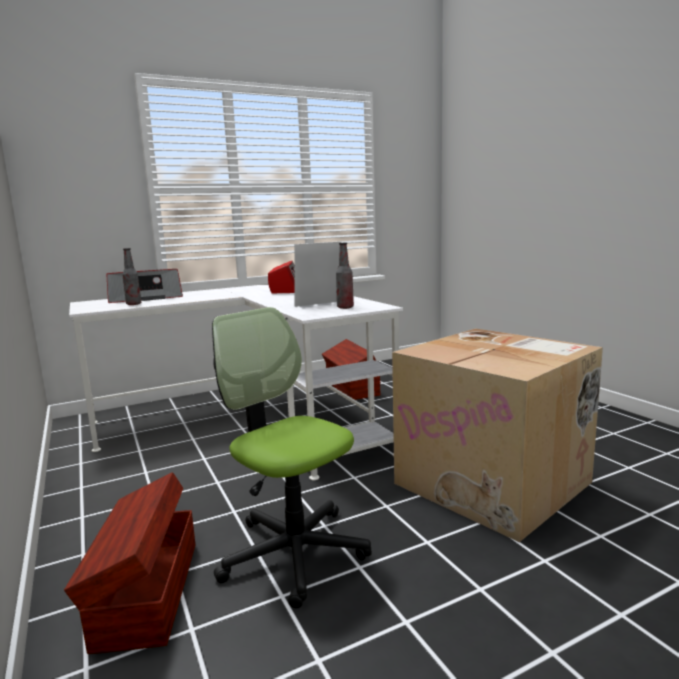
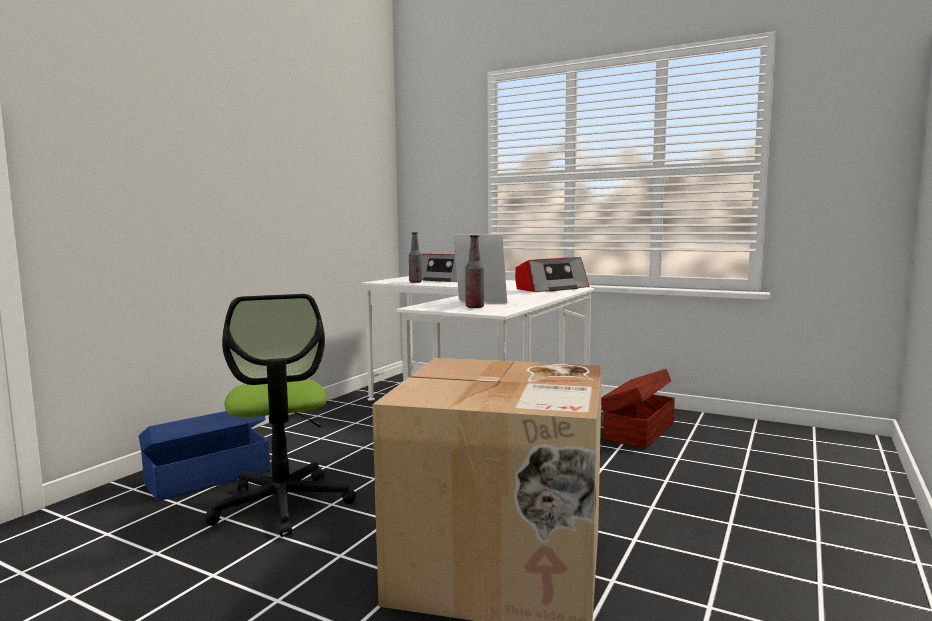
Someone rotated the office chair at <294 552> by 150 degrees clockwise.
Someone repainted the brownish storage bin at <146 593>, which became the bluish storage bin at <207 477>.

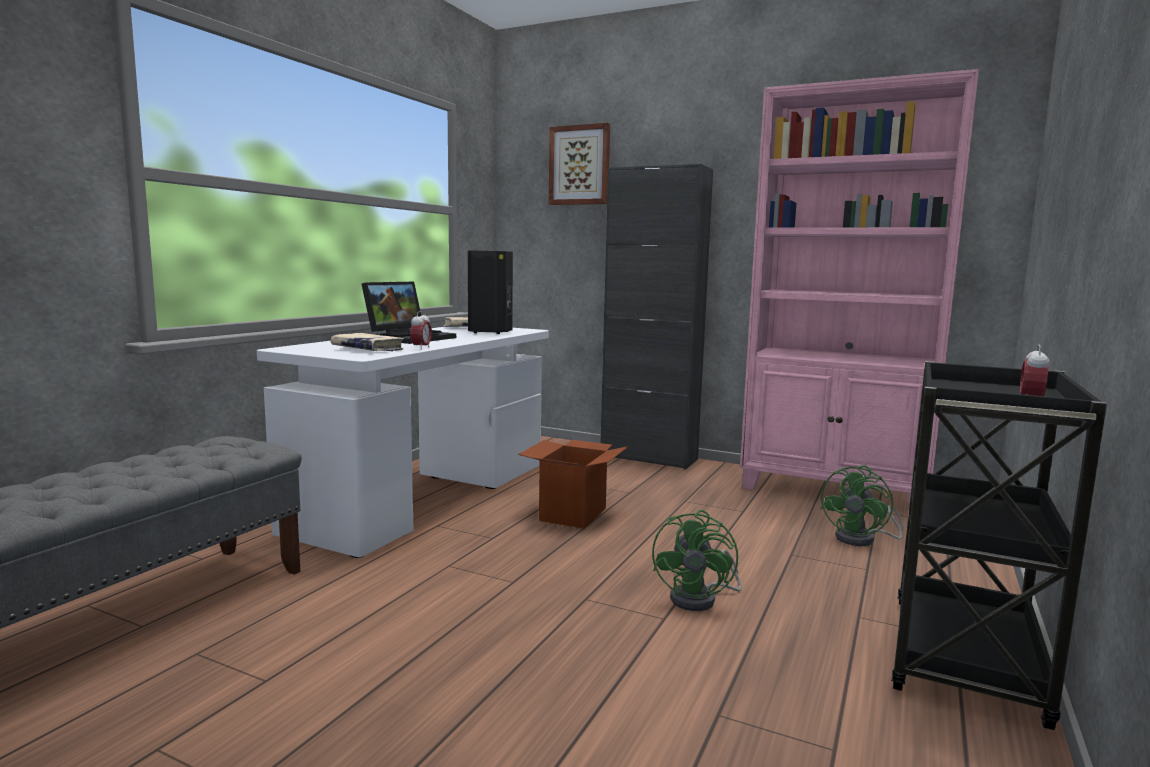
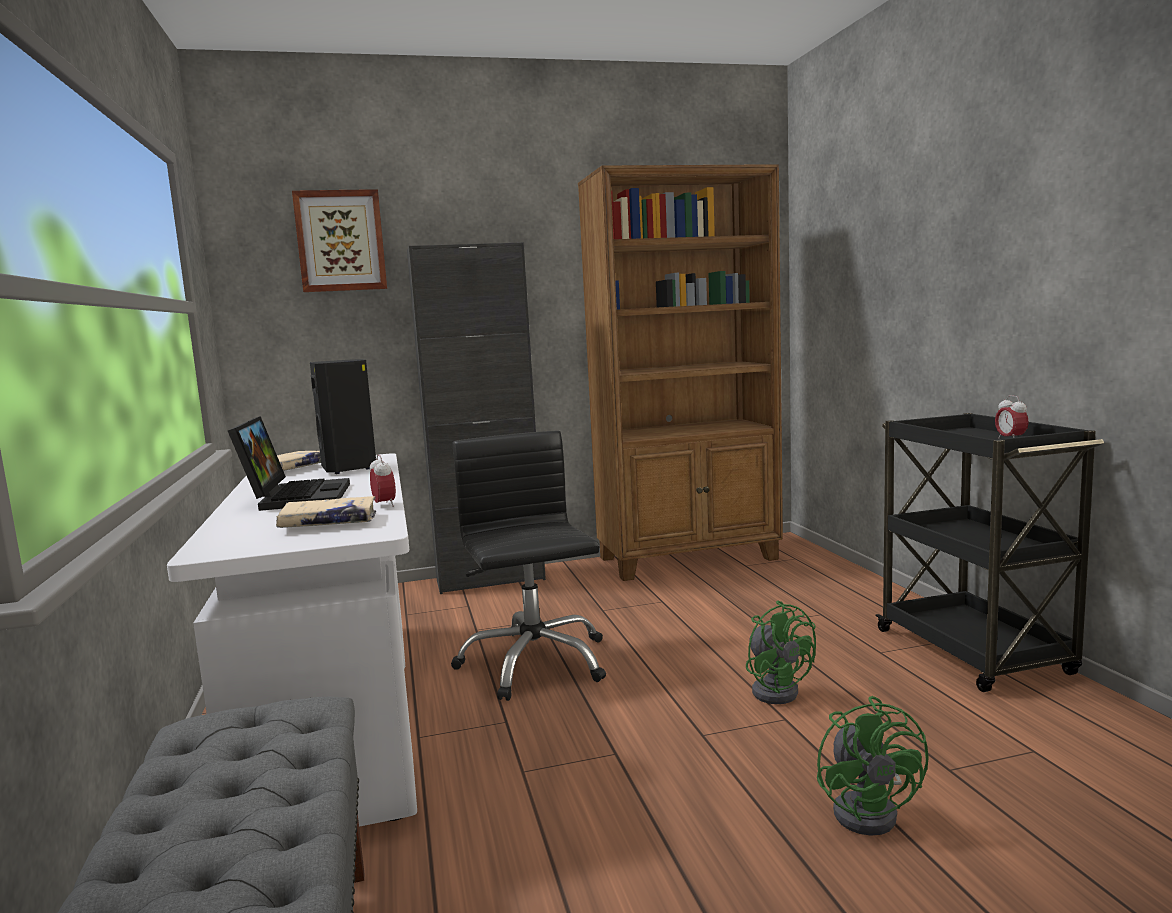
Someone repainted the pink-coloured bookcase at <834 491>, which became the brownish bookcase at <689 559>.
Someone swapped the carton at <573 514> for the blackish office chair at <534 663>.
Someone carried the green fan from <862 539> to <870 810>.

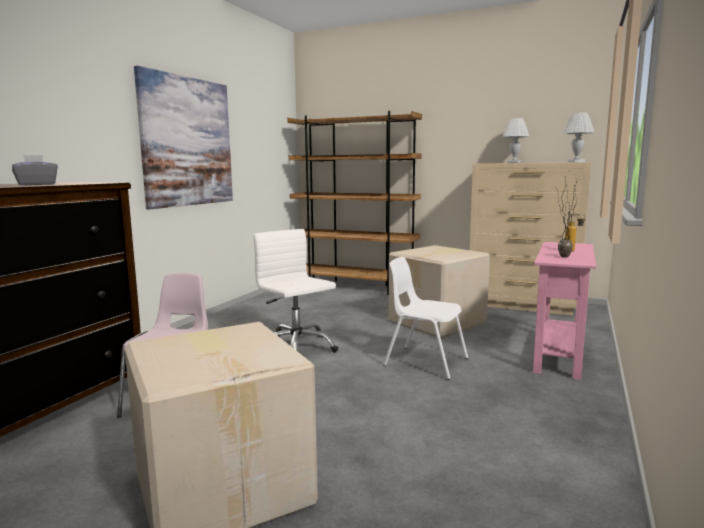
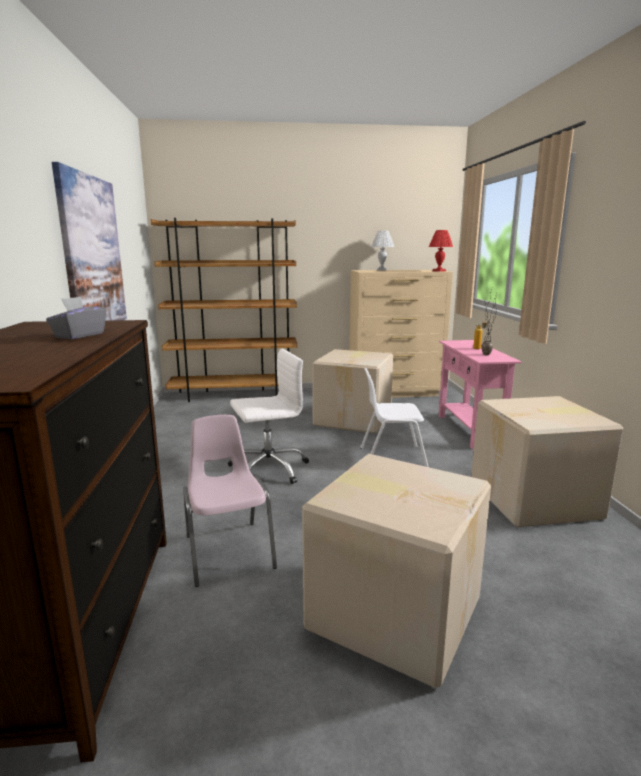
Someone repainted the white lamp for a table at <576 162>, which became the red-coloured lamp for a table at <439 271>.
Someone rotated the white office chair at <296 348> by 135 degrees clockwise.
Someone put down the carton at <536 500>.

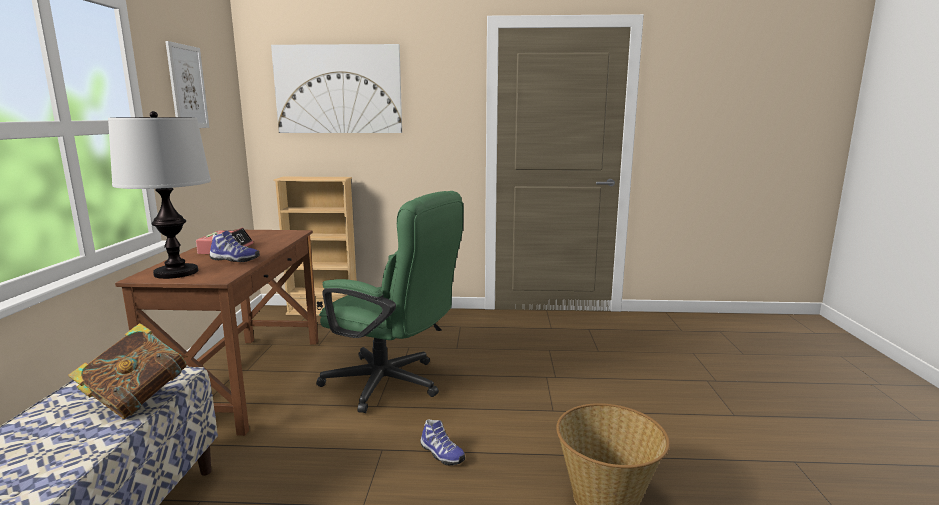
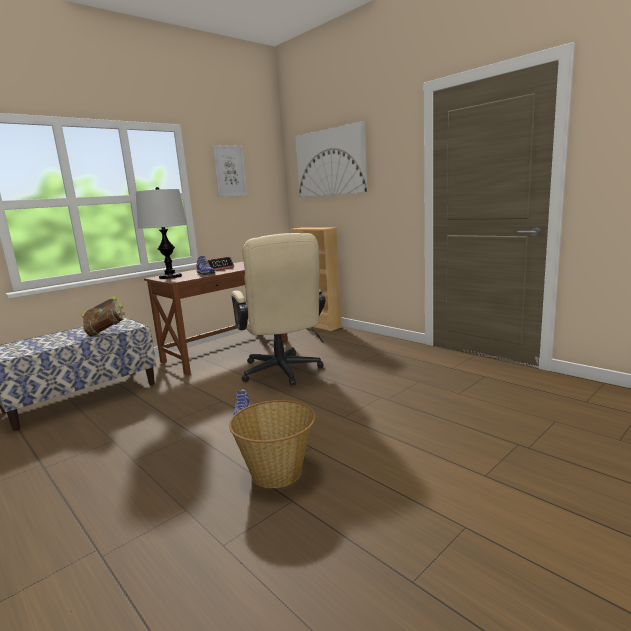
Someone repainted the green office chair at <392 385>, which became the beige office chair at <282 373>.

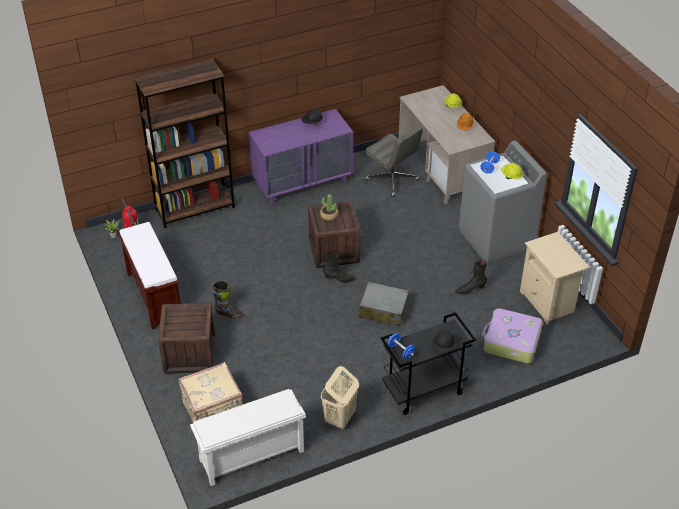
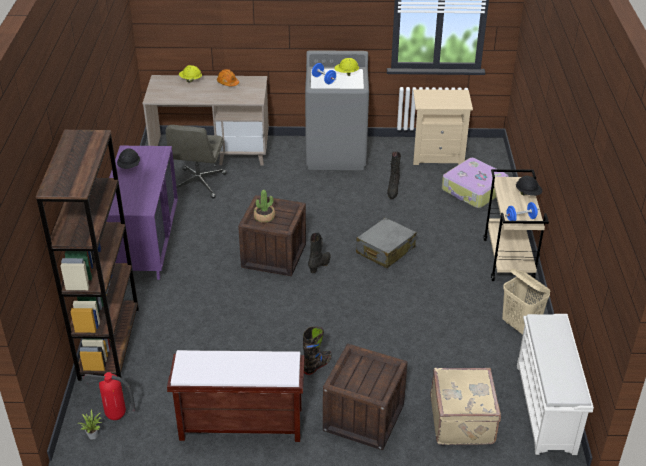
Someone rotated the greyish office chair at <392 180> by 120 degrees clockwise.
Someone repainted the blackish cart at <423 391>, which became the beige cart at <509 260>.

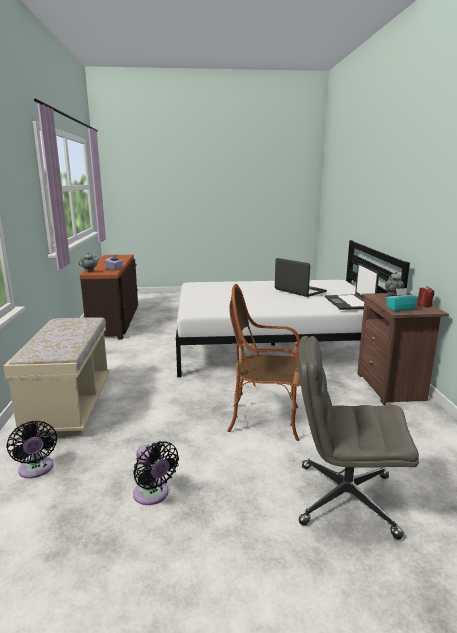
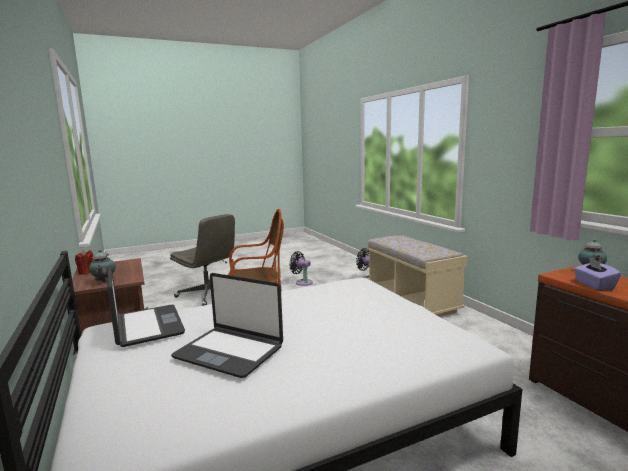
Someone took away the turquoise tissue holder at <400 309>.
Someone rotated the greyish office chair at <344 499> by 45 degrees clockwise.

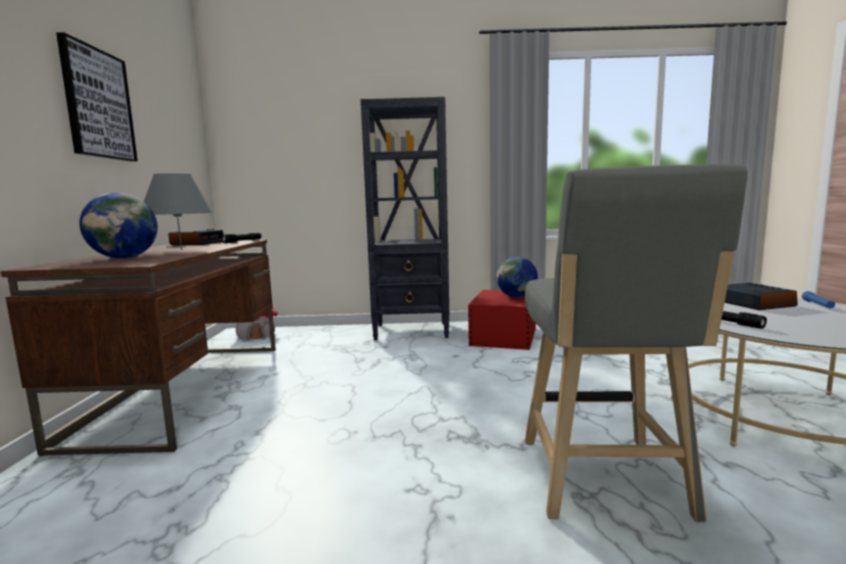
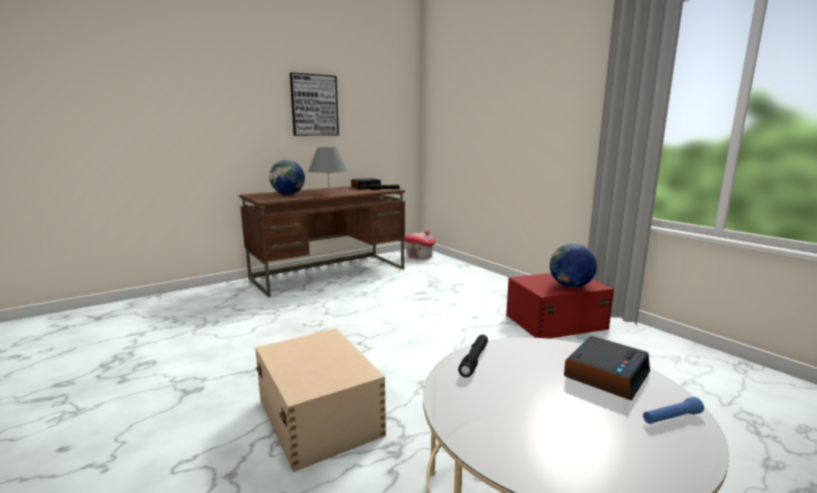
Someone took away the blackish bookcase at <412 331>.
Someone swapped the greyish stool at <604 483> for the beige storage bin at <319 416>.

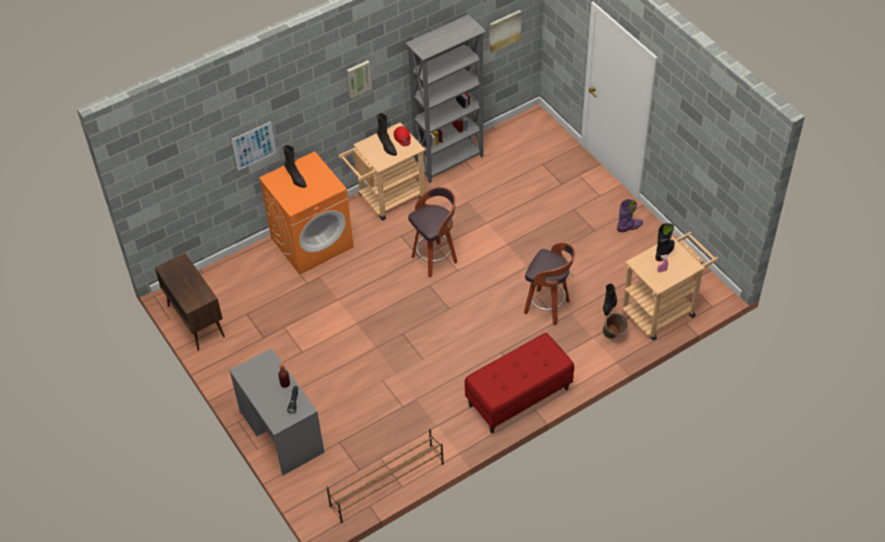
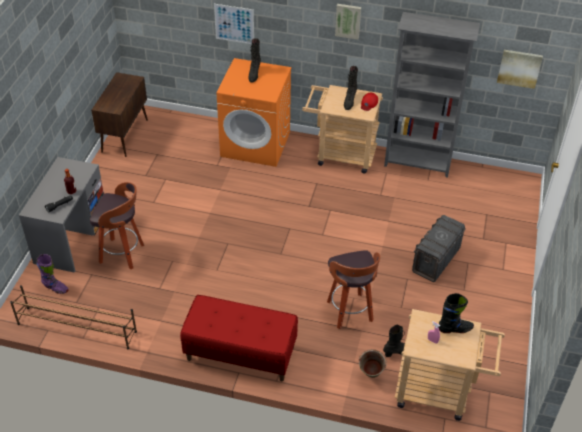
Someone carried the stool from <435 259> to <123 254>.
Someone carried the purplish tall boot from <629 227> to <55 288>.
Someone put down the greyish storage bin at <435 260>.

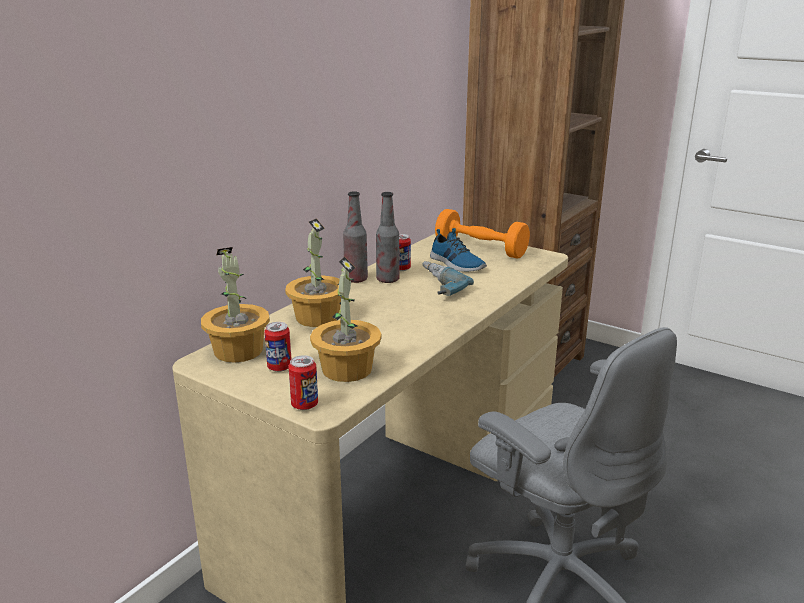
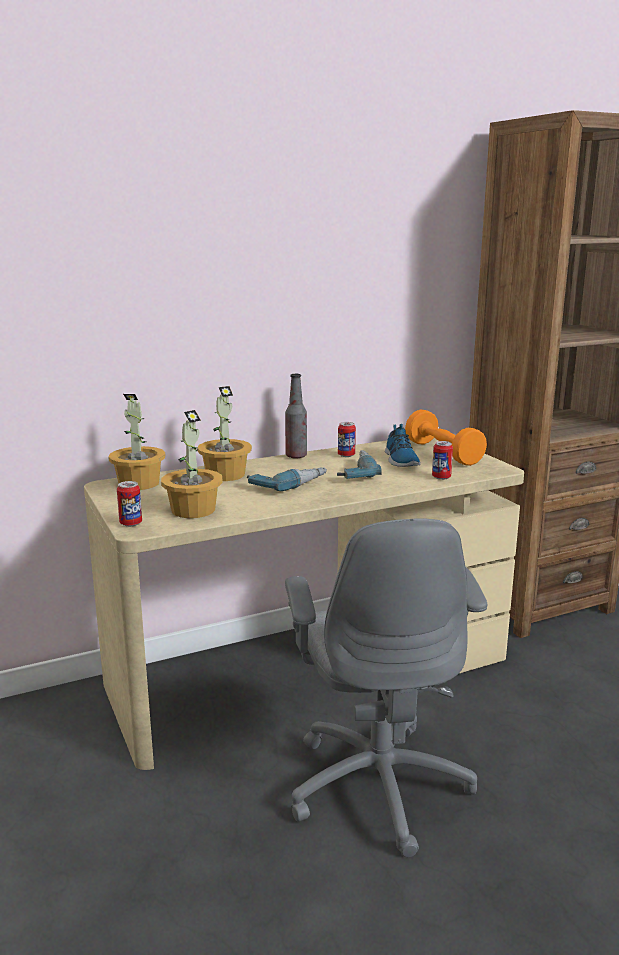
Someone took away the drink bottle at <387 280>.
Someone carried the metal can from <279 367> to <441 477>.
Someone put down the power drill at <287 484>.

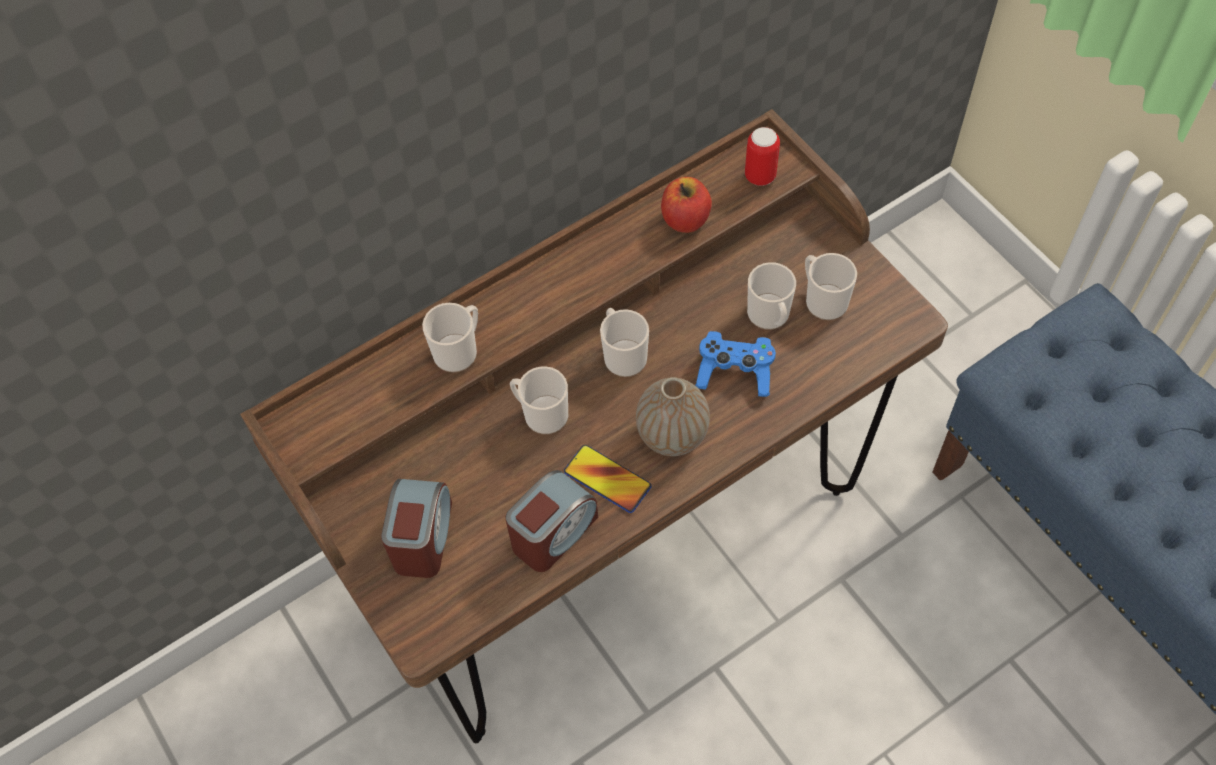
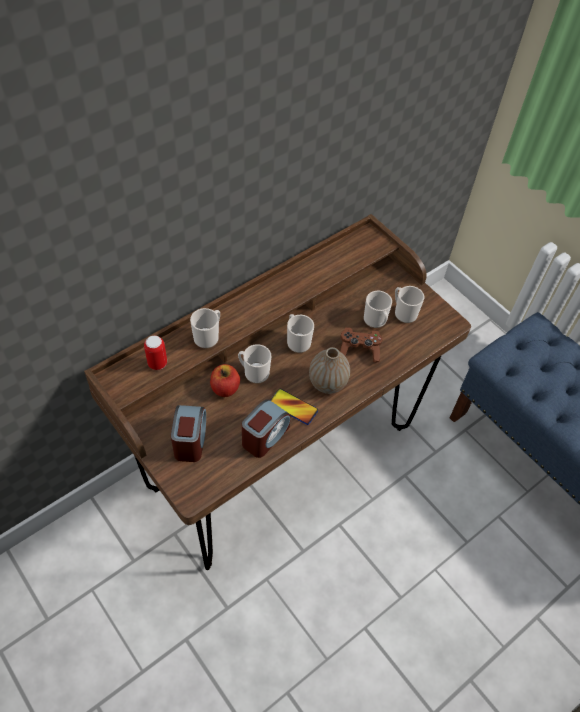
Someone carried the metal can from <760 176> to <157 363>.
Someone carried the apple from <685 219> to <225 388>.
Someone repainted the bluish joypad at <735 372>, which became the brownish joypad at <359 350>.

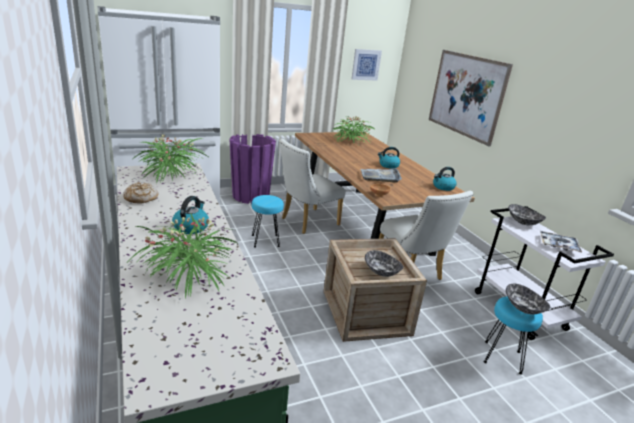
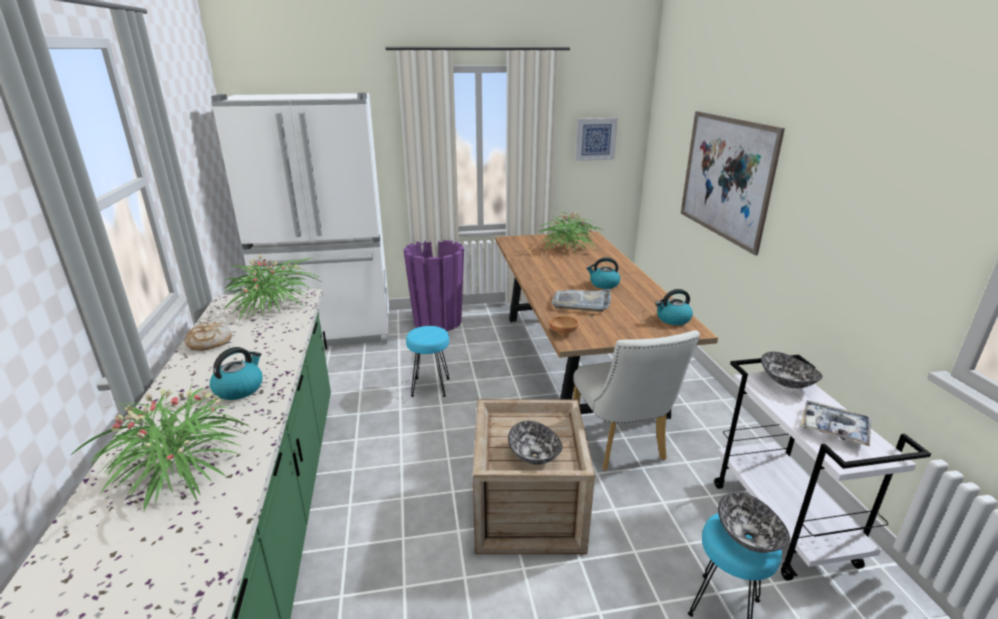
Someone took away the white plain chair at <306 222>.

